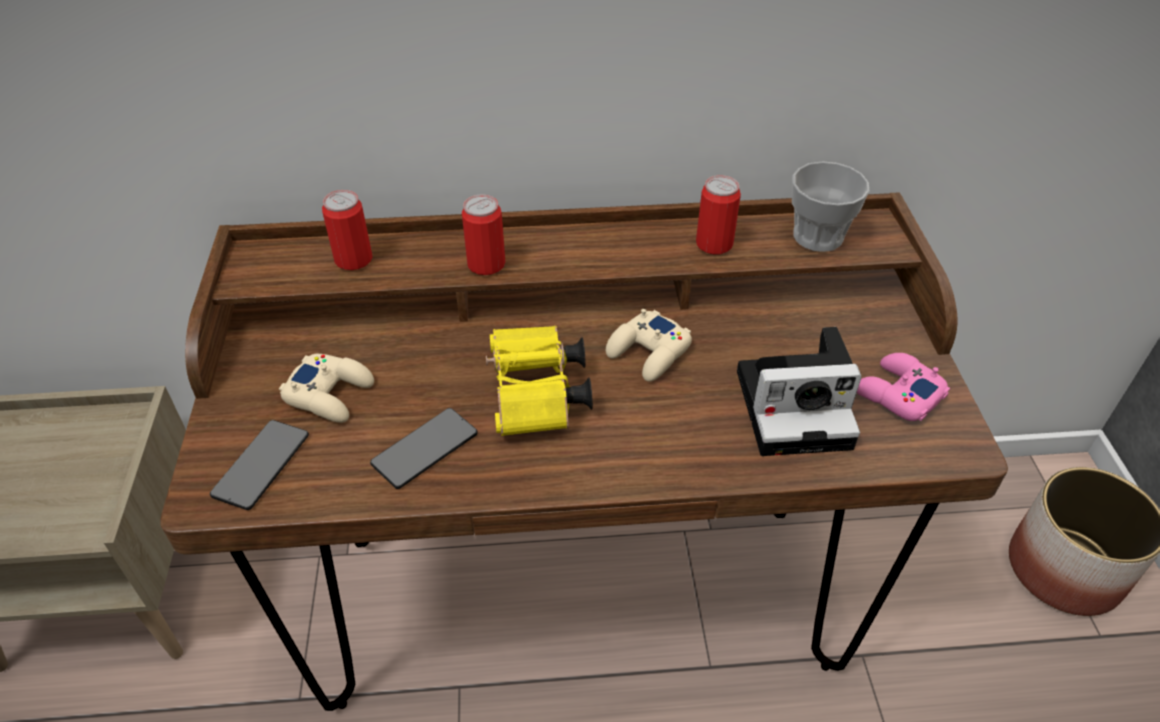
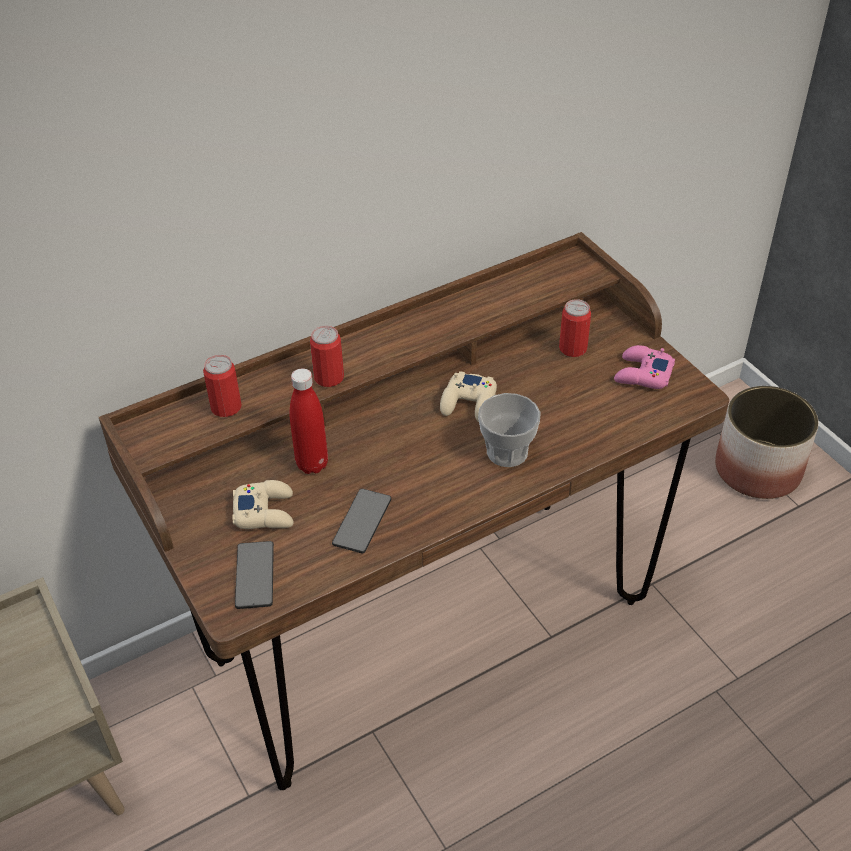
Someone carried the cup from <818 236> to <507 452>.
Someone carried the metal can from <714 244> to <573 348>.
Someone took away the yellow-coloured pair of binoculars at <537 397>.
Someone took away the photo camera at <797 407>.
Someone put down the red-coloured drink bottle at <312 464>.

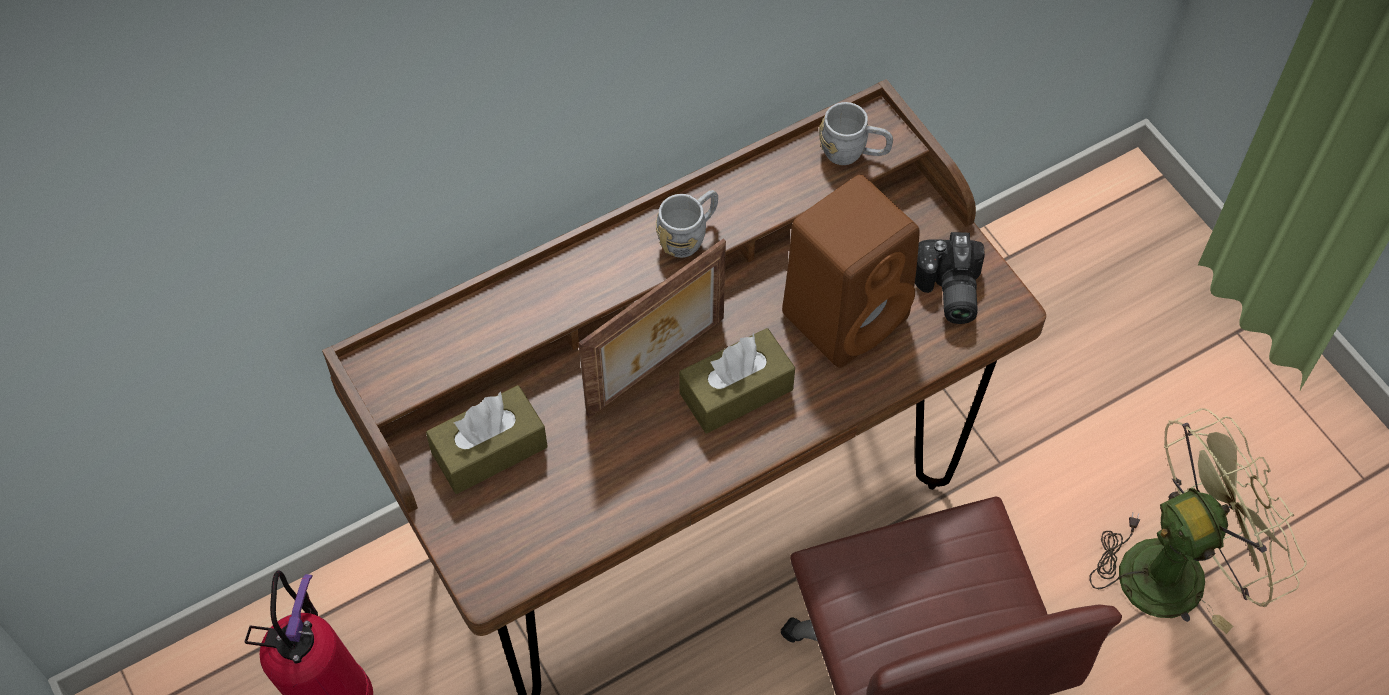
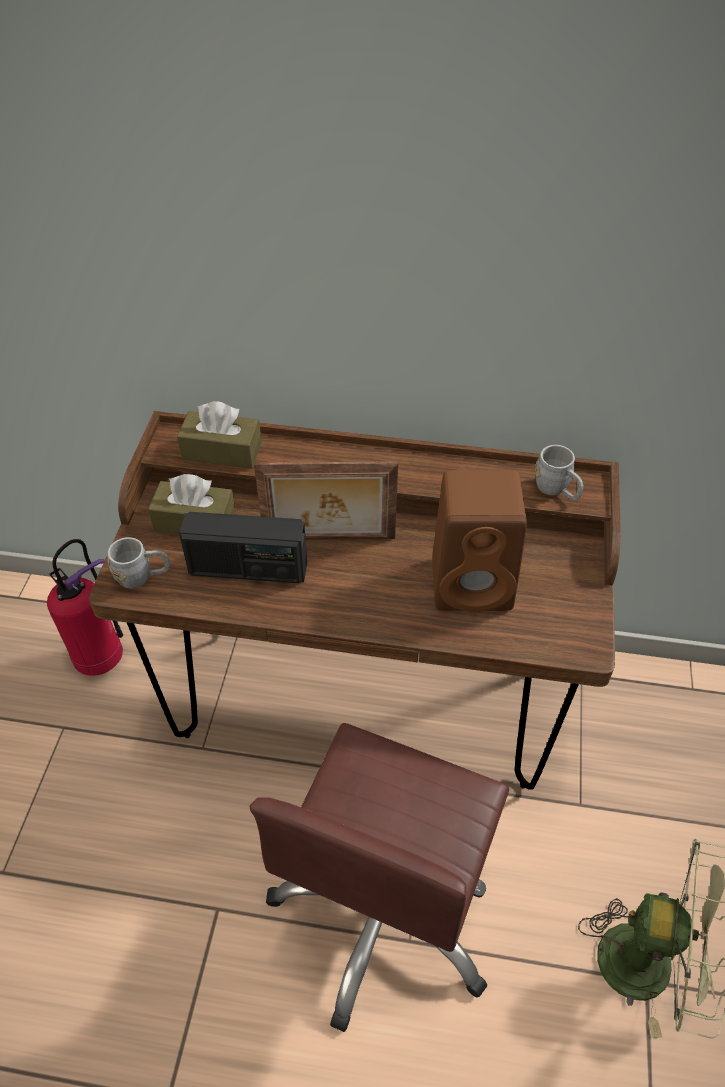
Someone carried the greyish mug from <689 235> to <143 577>.
Someone took away the photo camera at <946 291>.
Someone carried the brownish tissue holder from <736 391> to <222 451>.
Someone put down the radio at <248 569>.

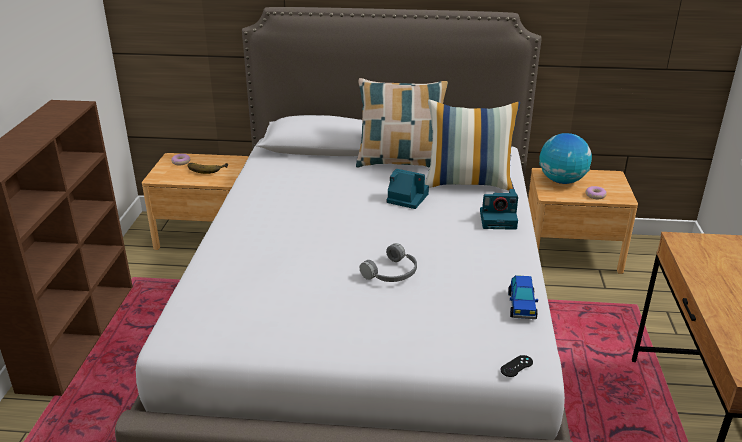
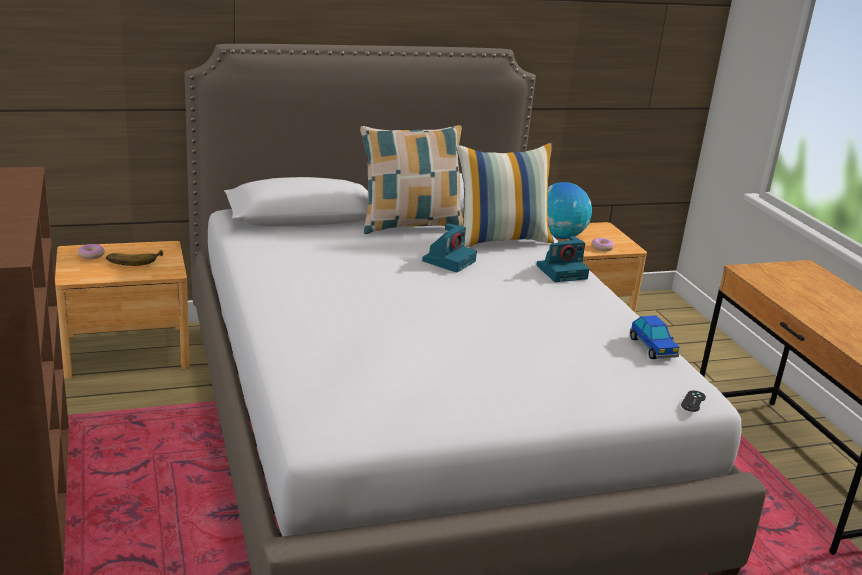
Someone rotated the photo camera at <406 198> by 120 degrees clockwise.
Someone took away the greyish headphones at <392 273>.

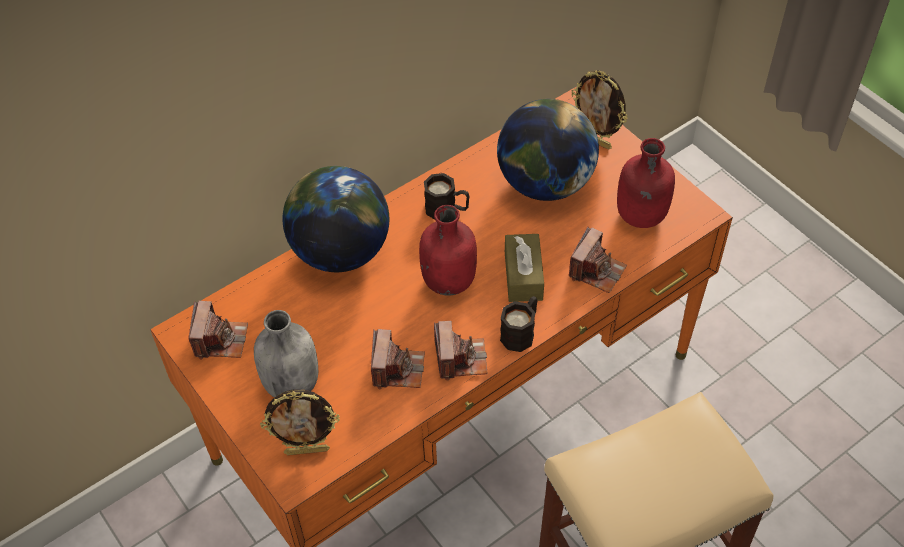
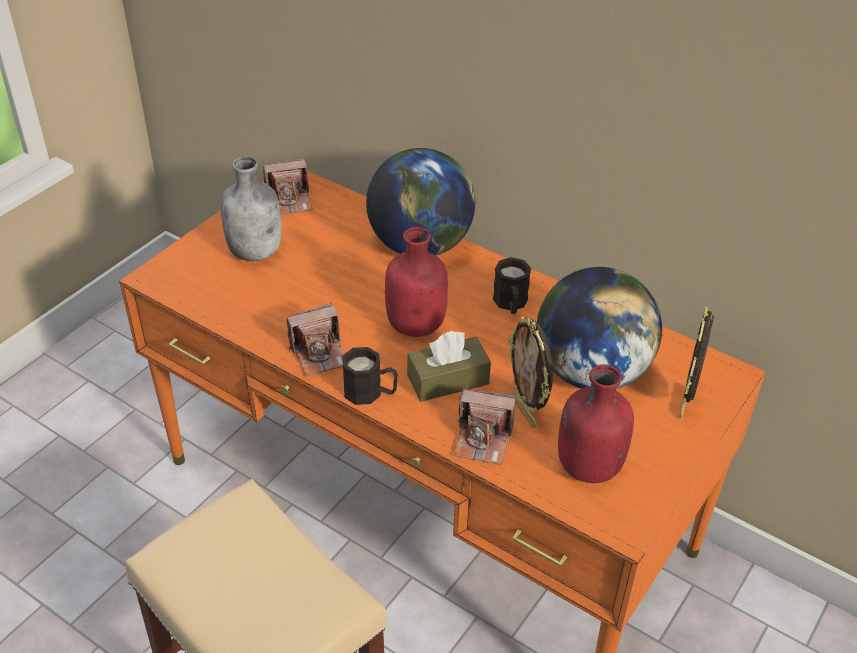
Someone took away the photo camera at <397 369>.
Someone carried the standing frame from <307 450> to <525 412>.

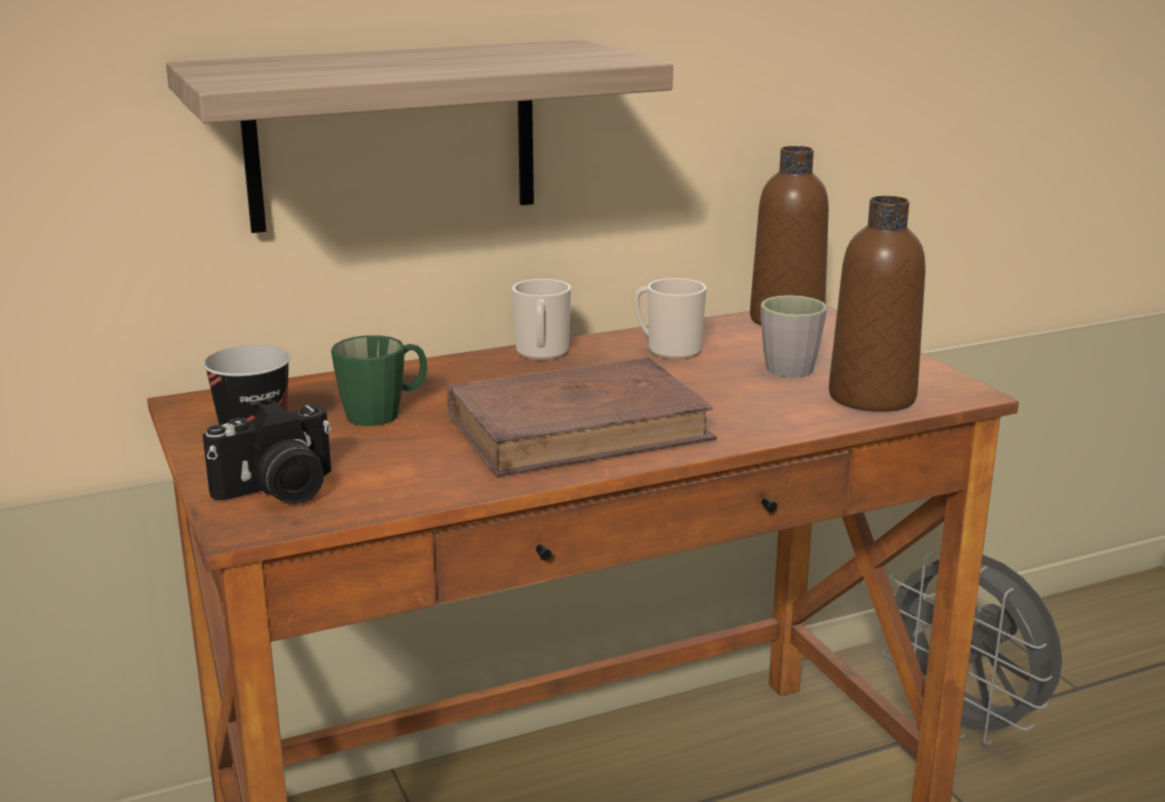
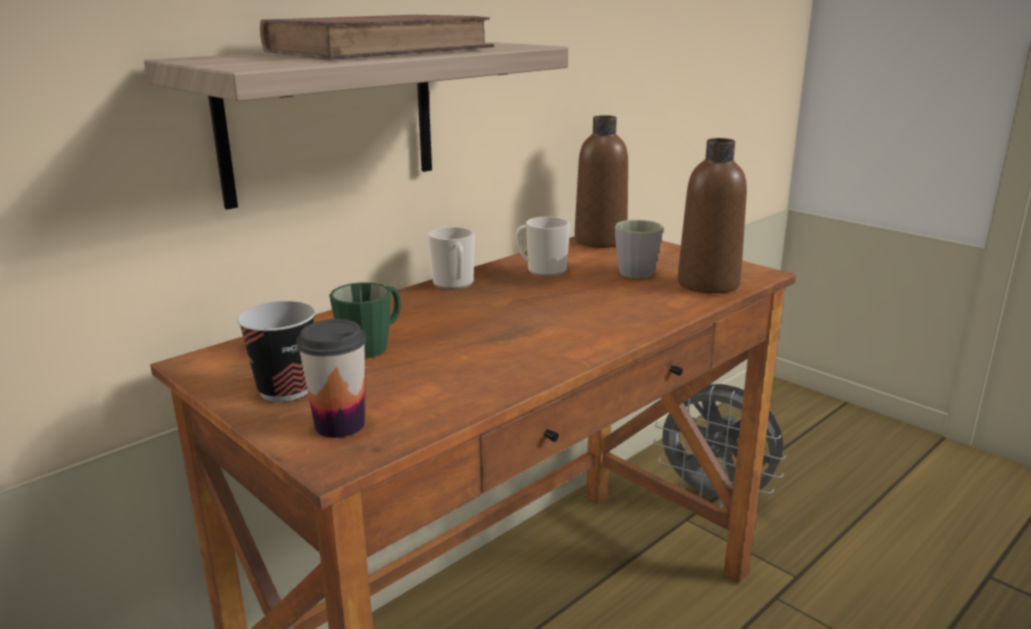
Someone carried the brownish volume from <579 428> to <379 50>.
Someone swapped the photo camera at <279 491> for the cup at <340 425>.

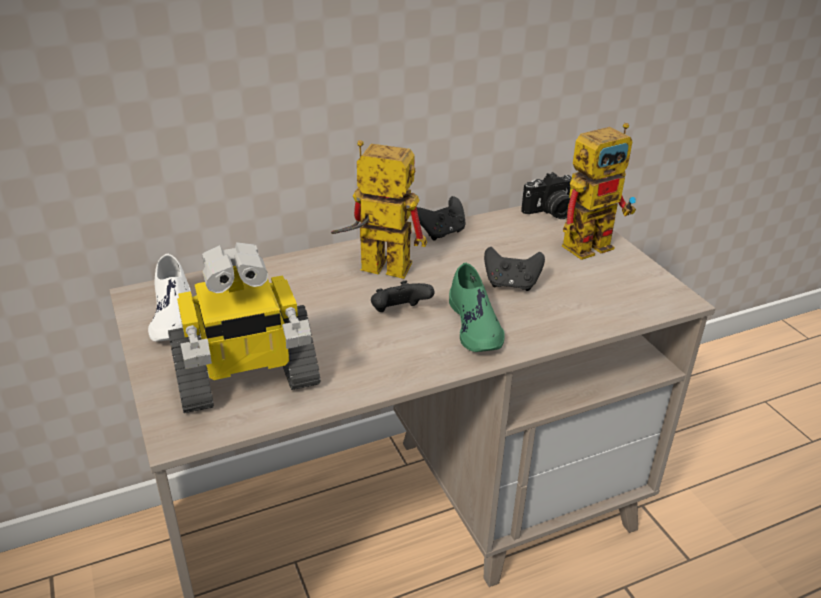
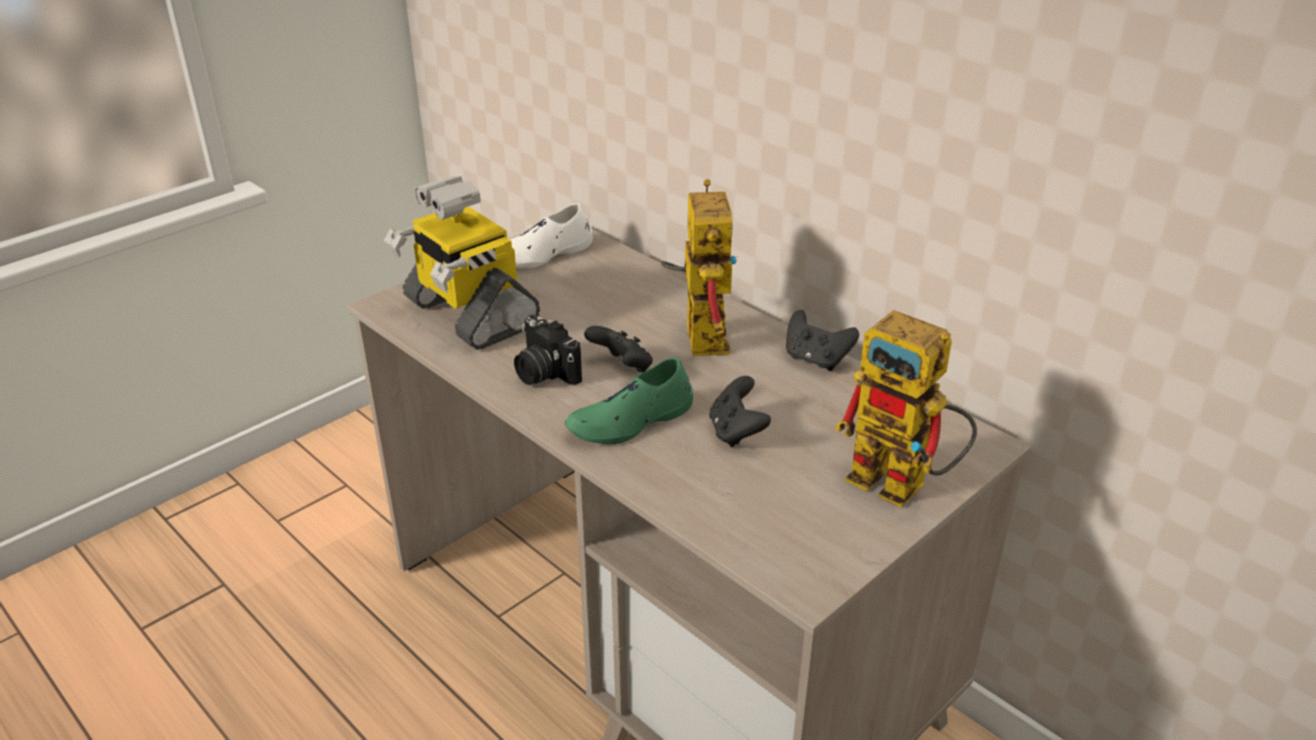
Someone carried the photo camera from <550 212> to <543 373>.

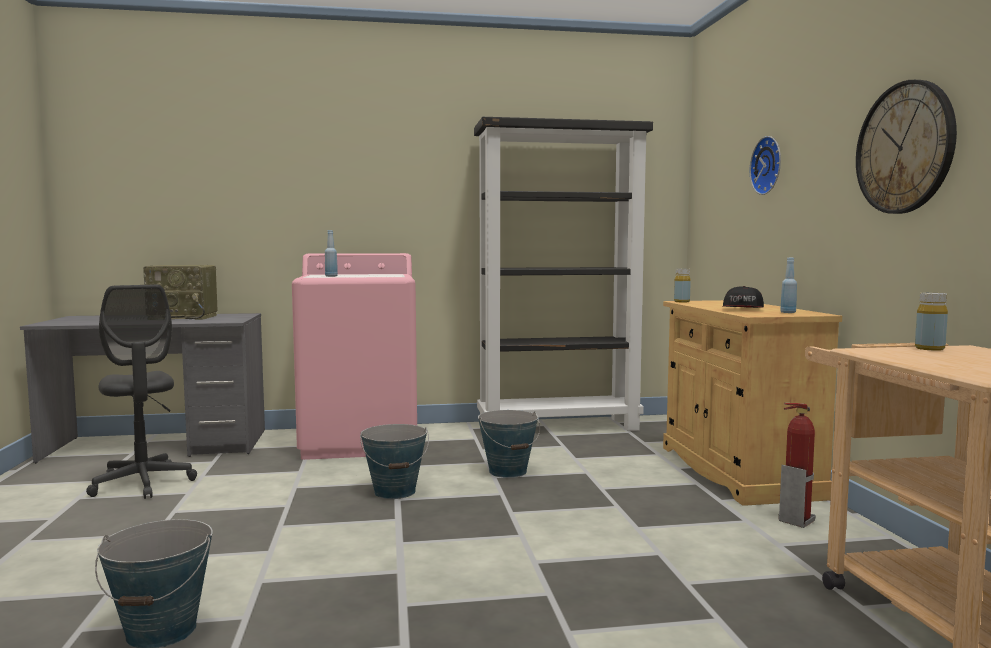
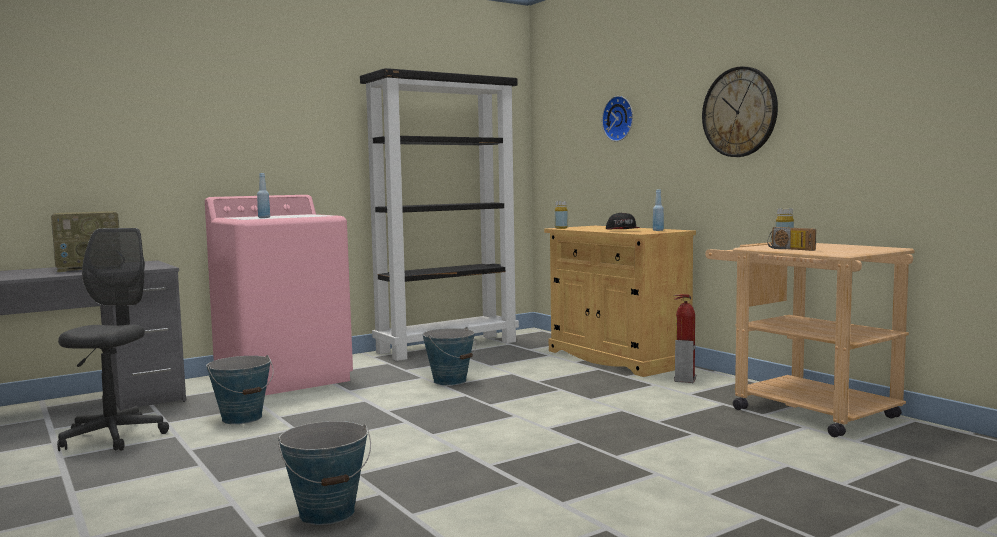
Someone rotated the greyish office chair at <143 484> by 120 degrees counterclockwise.
Someone carried the water bucket from <395 491> to <242 418>.
Someone put down the radio at <788 249>.

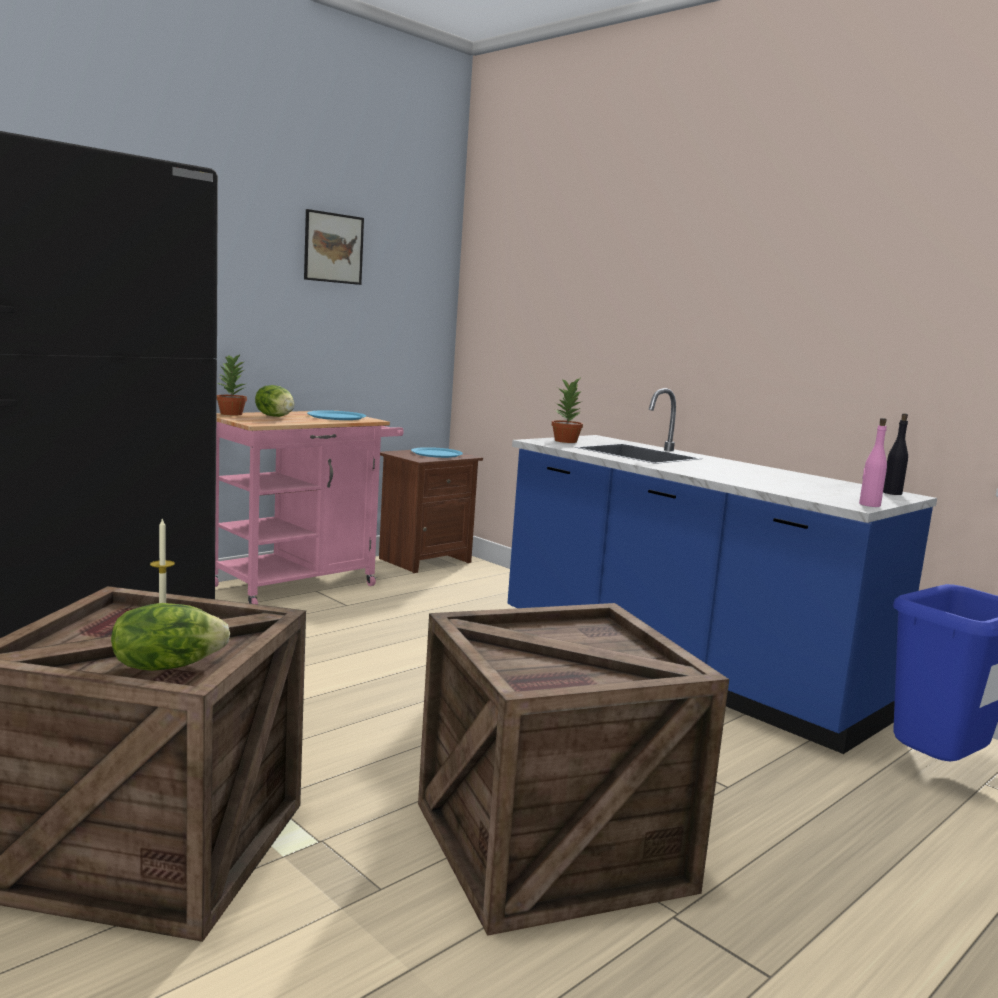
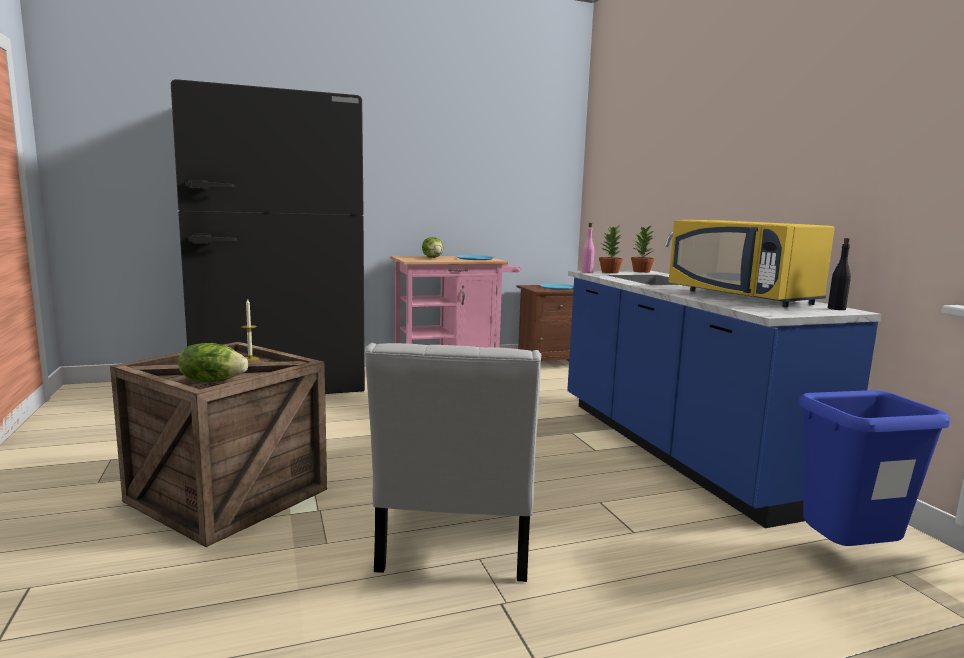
Someone took away the wall picture at <333 248>.
Someone carried the potted plant from <231 414> to <641 271>.
Someone carried the pink-coloured drink bottle from <869 505> to <587 272>.
Someone swapped the shipping crate at <548 848> for the white plain chair at <455 543>.
Someone put down the yellow-coloured microwave oven at <742 297>.

